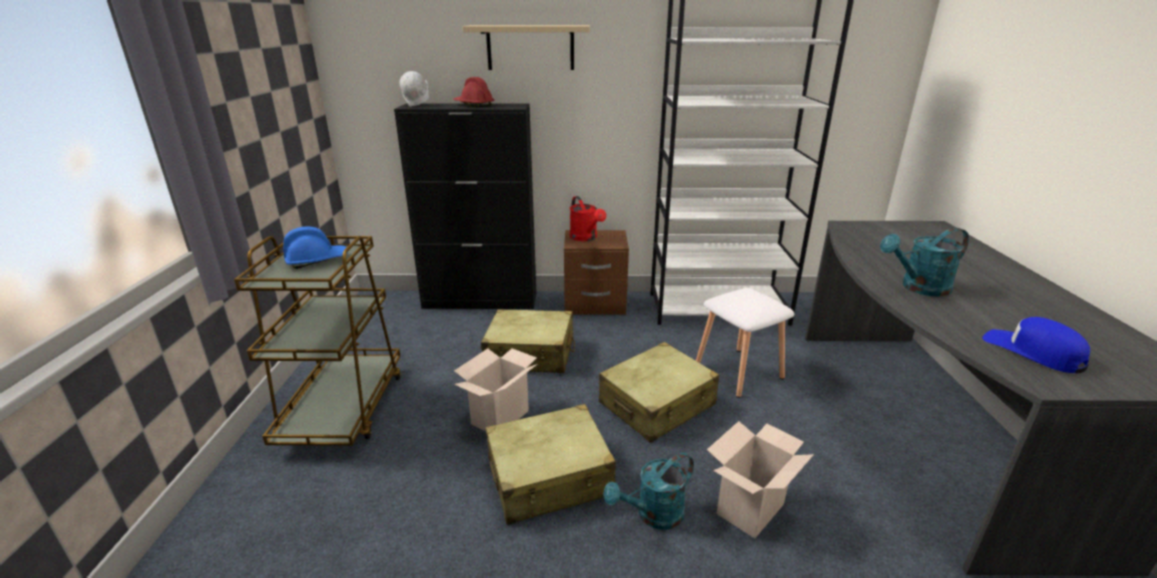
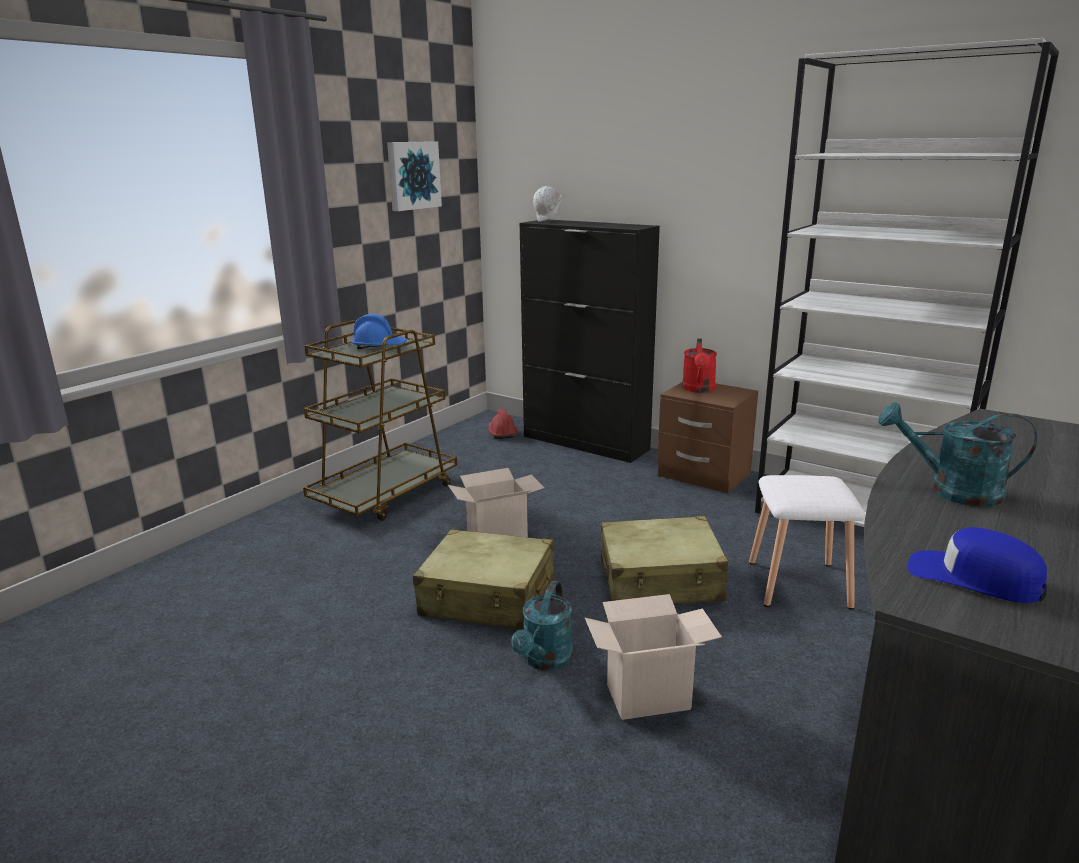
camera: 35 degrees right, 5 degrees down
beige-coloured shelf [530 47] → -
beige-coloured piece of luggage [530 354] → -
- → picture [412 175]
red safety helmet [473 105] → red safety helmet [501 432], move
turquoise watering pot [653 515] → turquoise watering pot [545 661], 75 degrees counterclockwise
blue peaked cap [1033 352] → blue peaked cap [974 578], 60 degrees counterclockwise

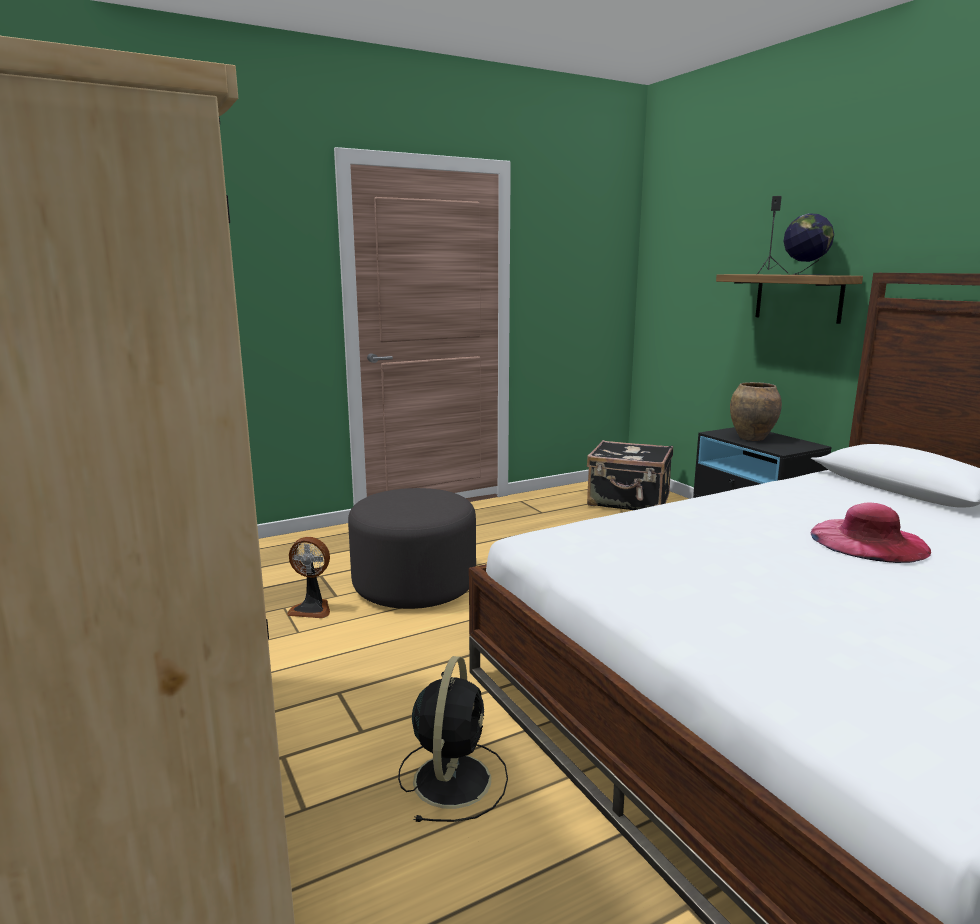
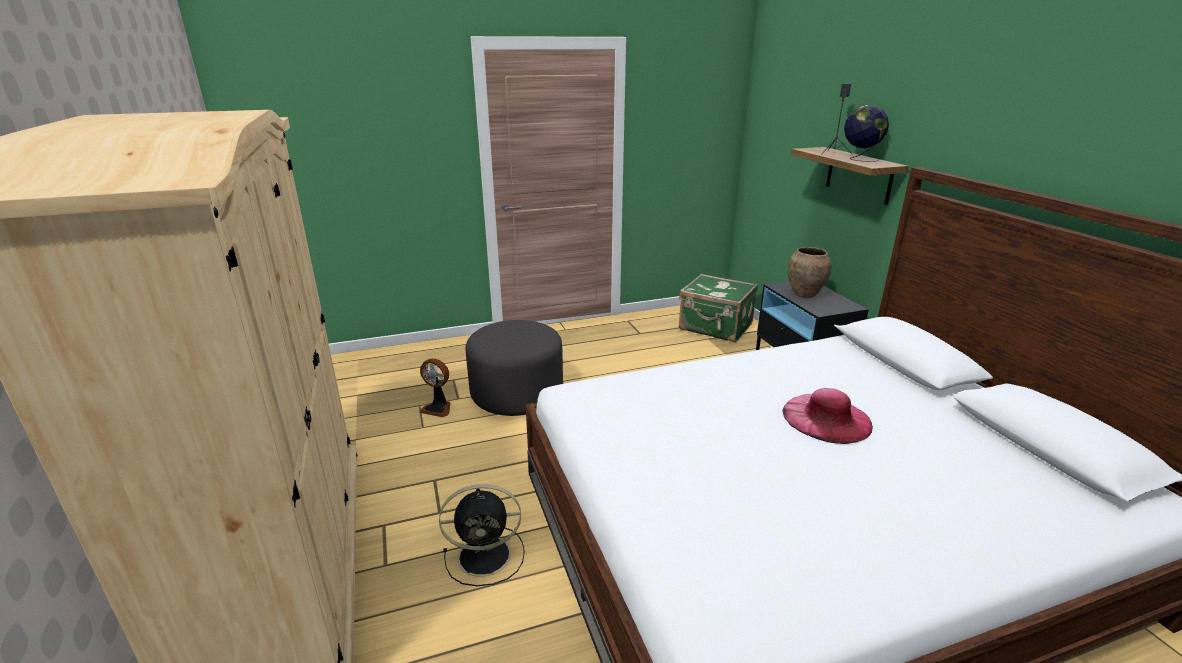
camera: 10 degrees right, 10 degrees up
black-coloured piece of luggage [629 501] → green piece of luggage [715 327]
black-coloured fan [453 778] → black-coloured fan [487 555], 60 degrees clockwise

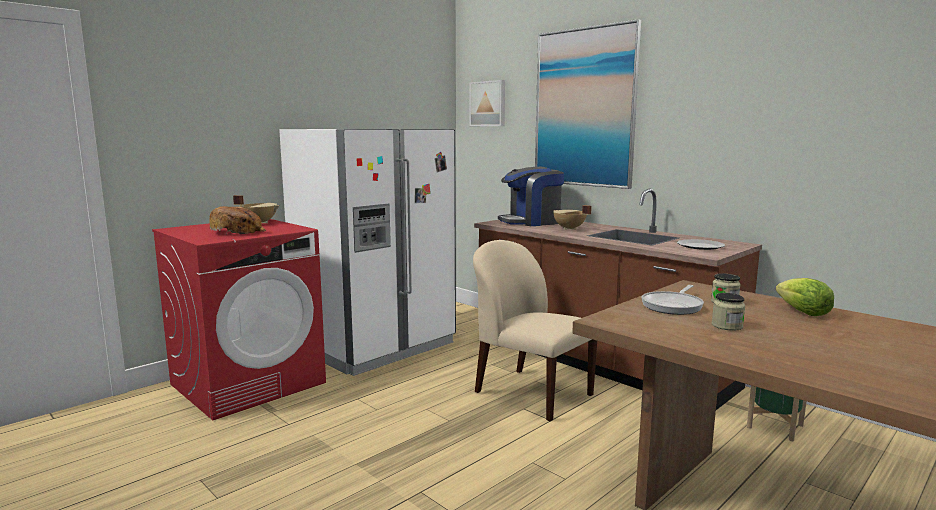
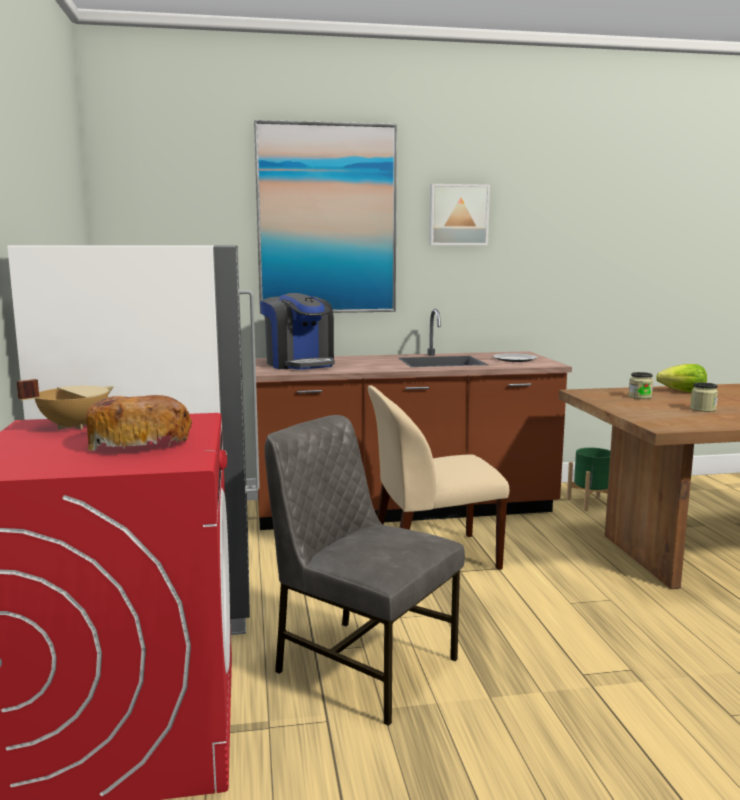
camera: 55 degrees left, 0 degrees up
beige-coloured cooking pot [569 229] → -
frying pan [673 306] → -
- → greyish chair [363 665]
picture [488 104] → picture [458 215], move
coffee machine [531 222] → coffee machine [300 364], 45 degrees counterclockwise

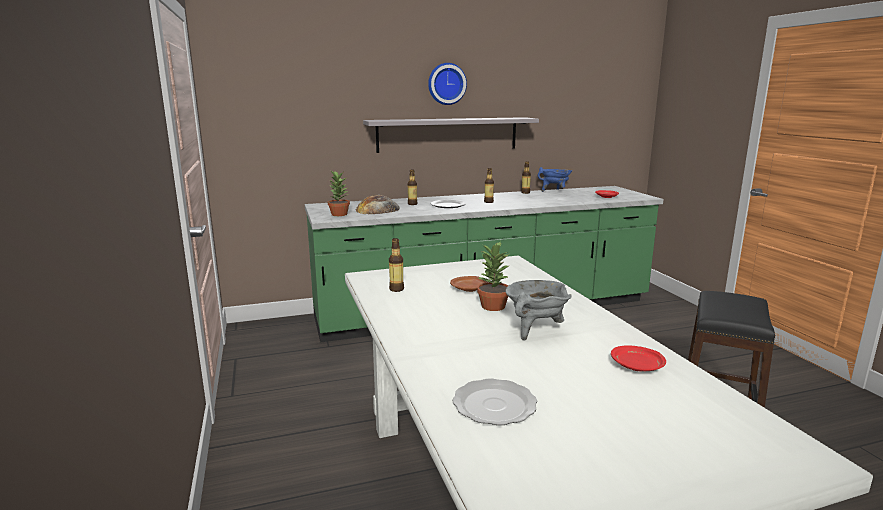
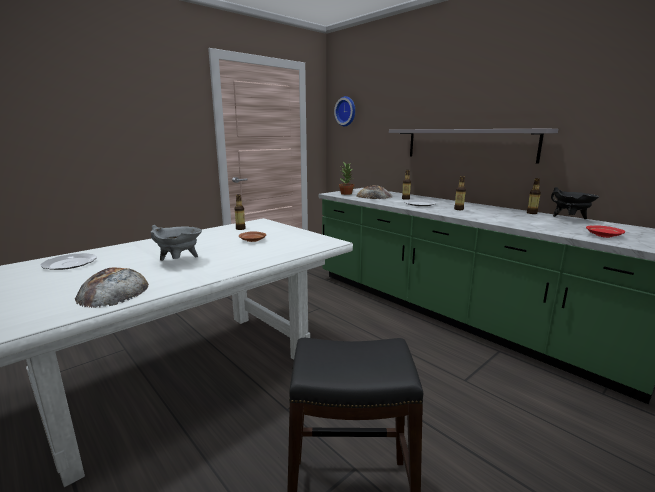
camera: 65 degrees right, 0 degrees up
potted plant [492 306] → -
wall clock [446 84] → wall clock [346 111], move
red dinner plate [637 367] → bakery bread [113 291]
blue cooking pot [554 191] → black-coloured cooking pot [570 219]

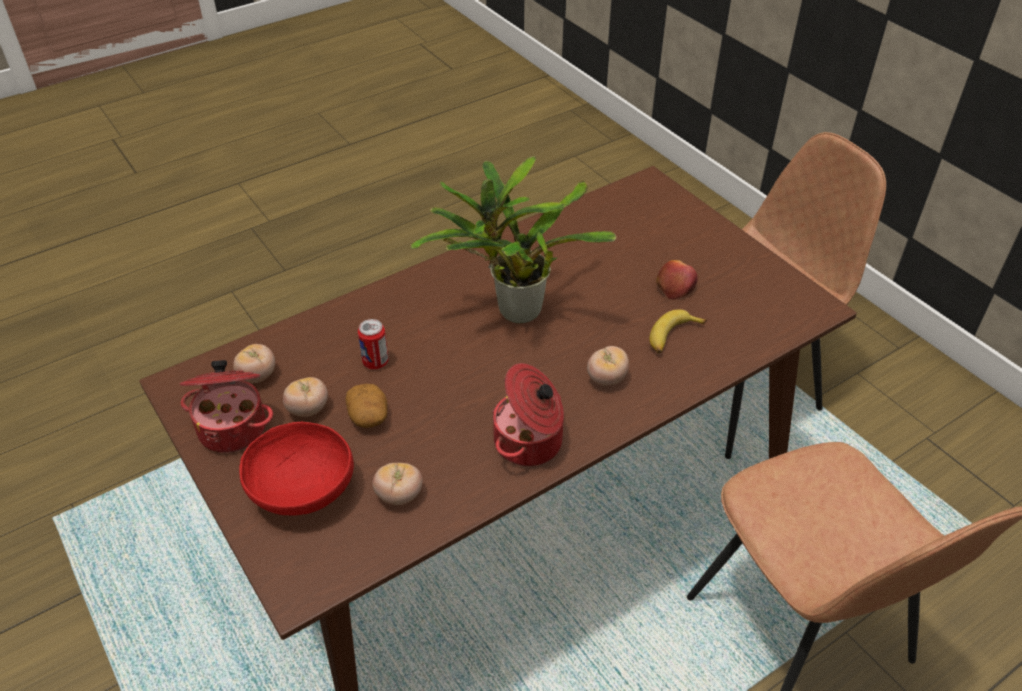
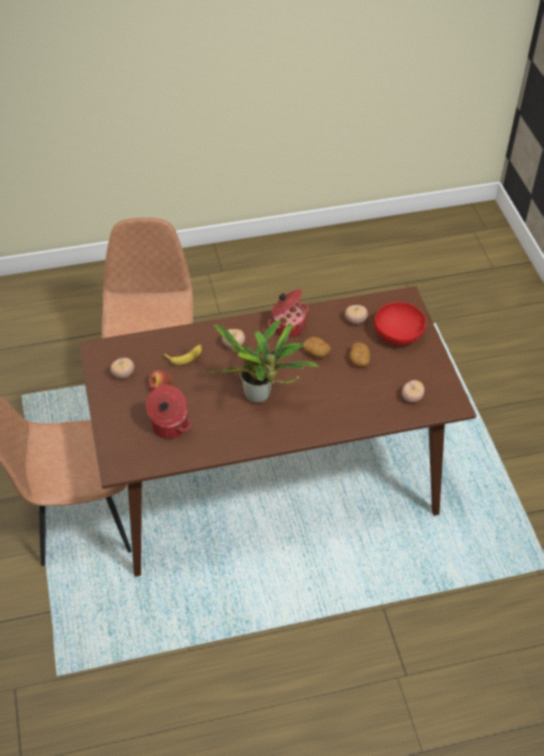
camera: 160 degrees left, 5 degrees up
sealed can [375 362] → -
- → spud [316 352]
cooking pot [234 427] → cooking pot [169 426], move
fresh tomato [308 409] → fresh tomato [123 374], move

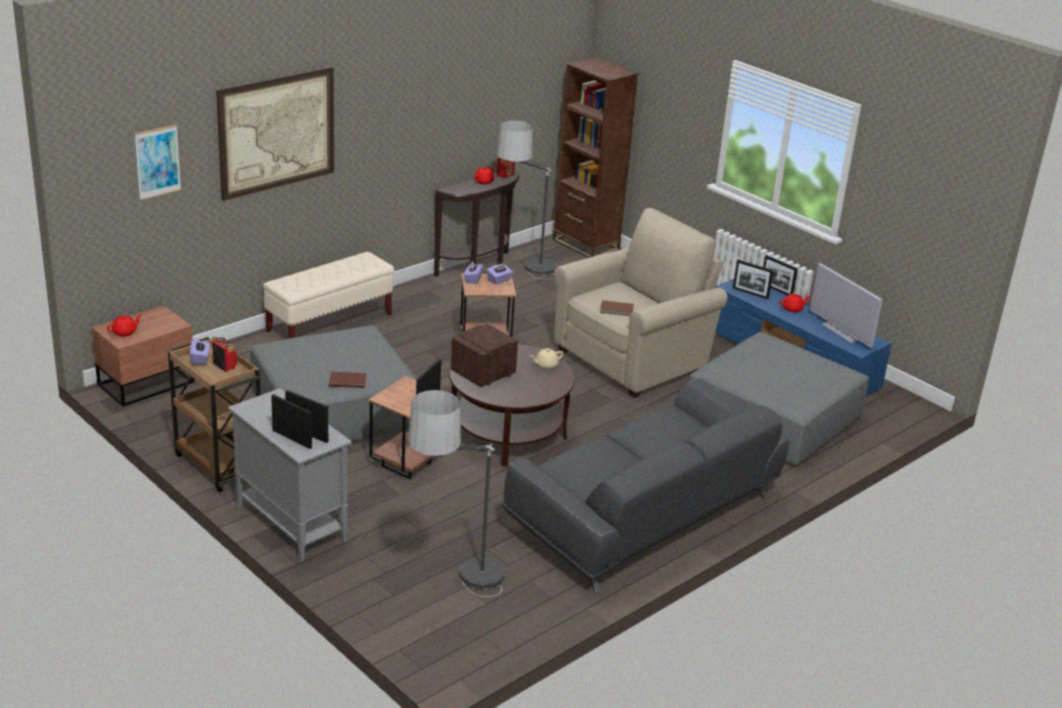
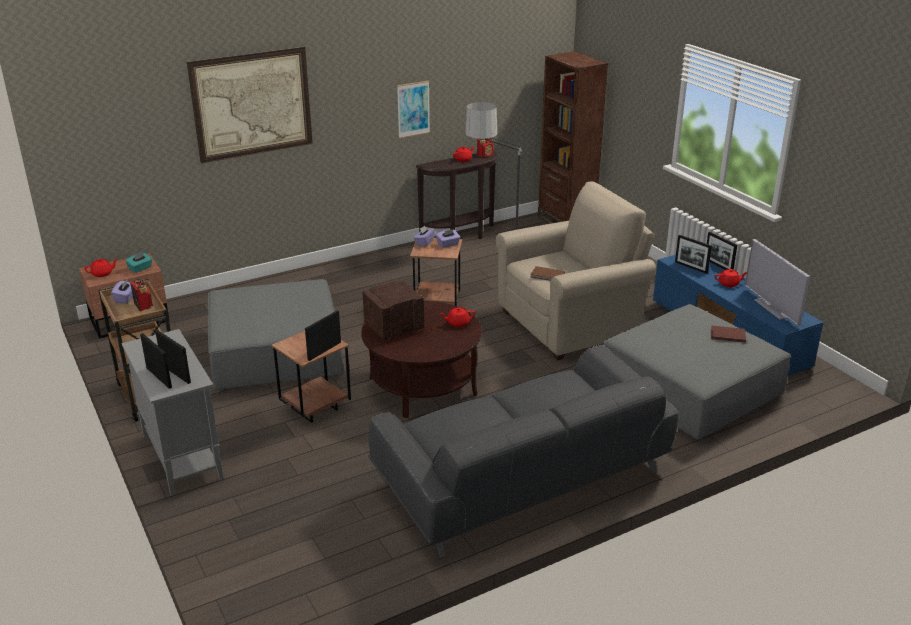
camera: 15 degrees right, 0 degrees up
beige-coloured long seat [330 323] → -
standard lamp [457 593] → -
- → turquoise tissue box [140 268]
picture [157 162] → picture [413 109], move
brown-coloured book [347 381] → brown-coloured book [727 335], move
beige-coloured tea pot [546 365] → red tea pot [457 323]

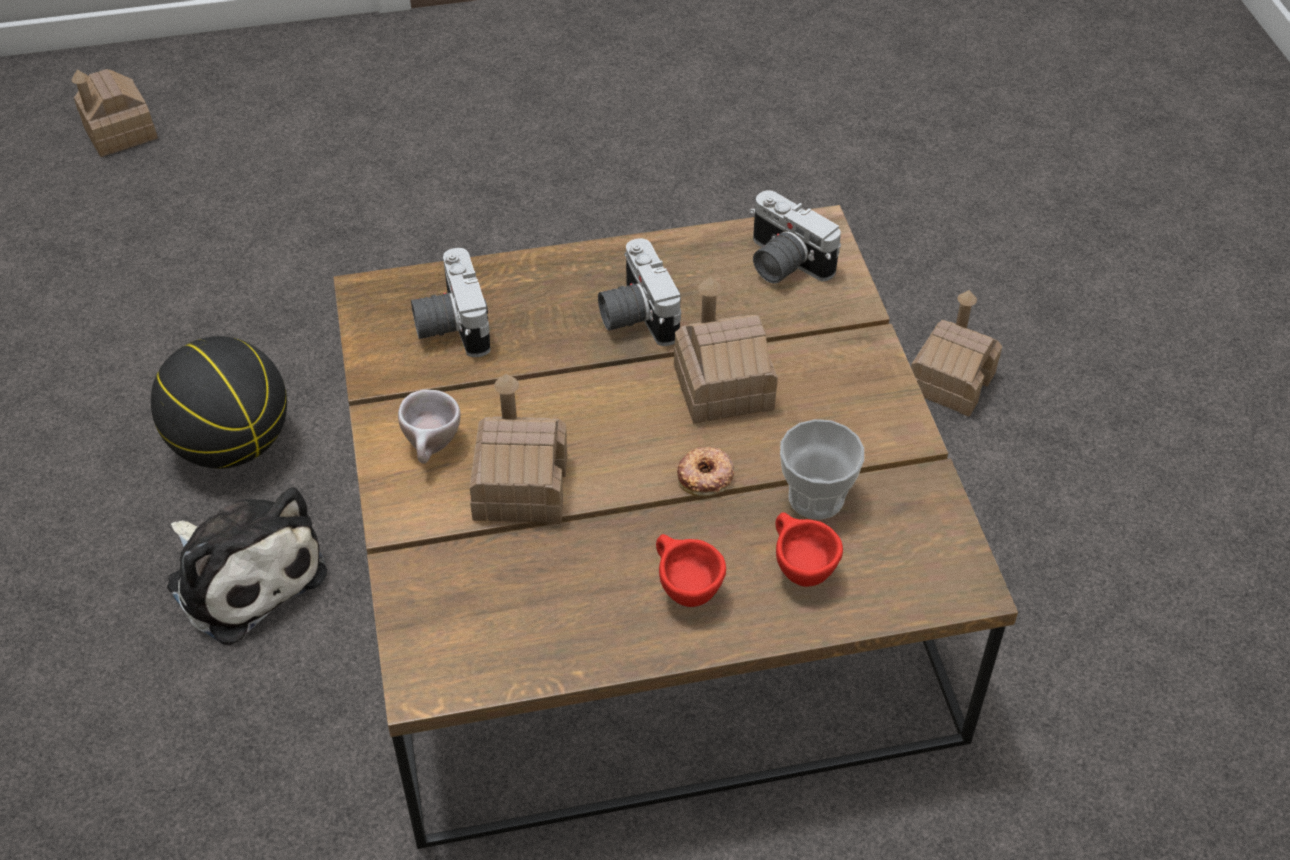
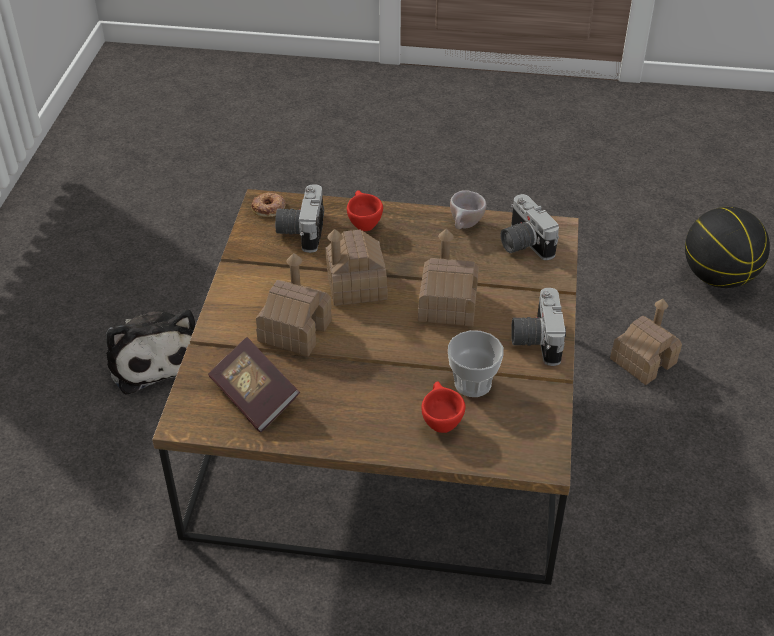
camera: 20 degrees right, 5 degrees down
- → book [255 397]
toy house [120 132] → toy house [356 285], move
basketball ball [231 445] → basketball ball [718 278], move
beige-coloured small cup [432 450] → beige-coloured small cup [465 227], move
still camera [634 315] → still camera [535 339], move
red small cup [683 590] → red small cup [362 224], move
ring doughnut [706 476] → ring doughnut [269 208], move

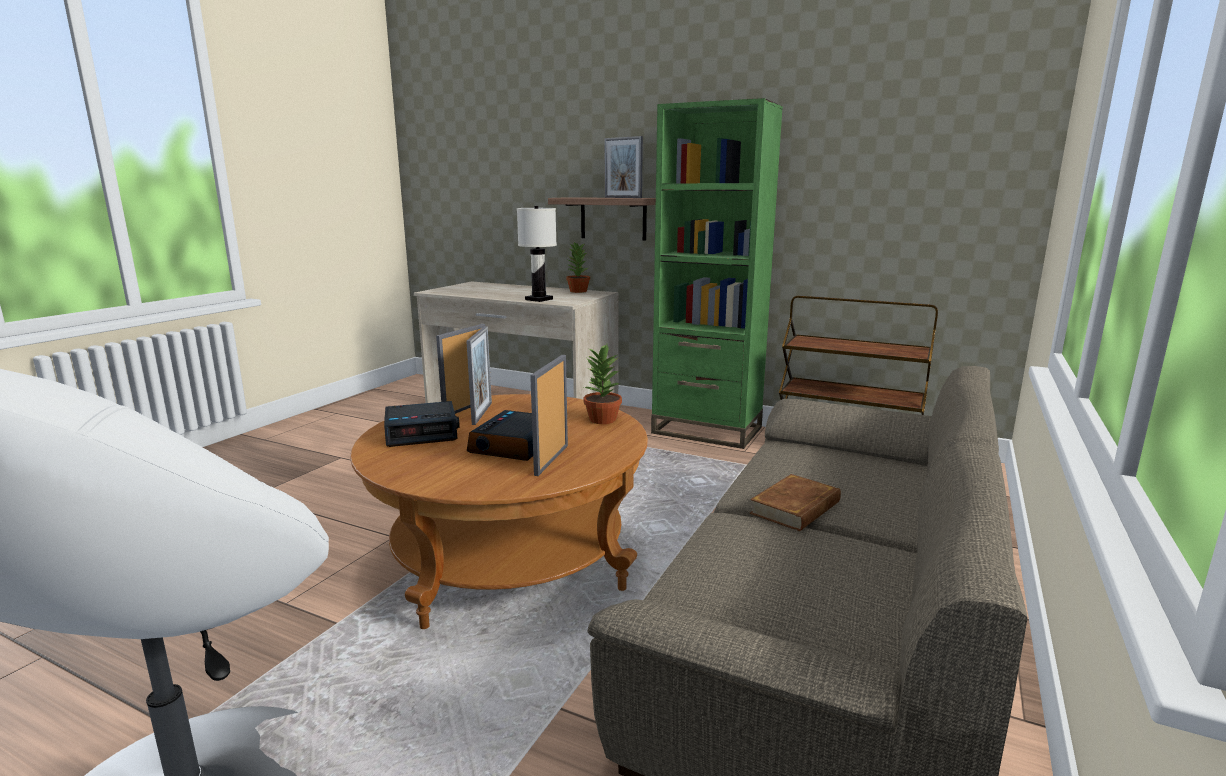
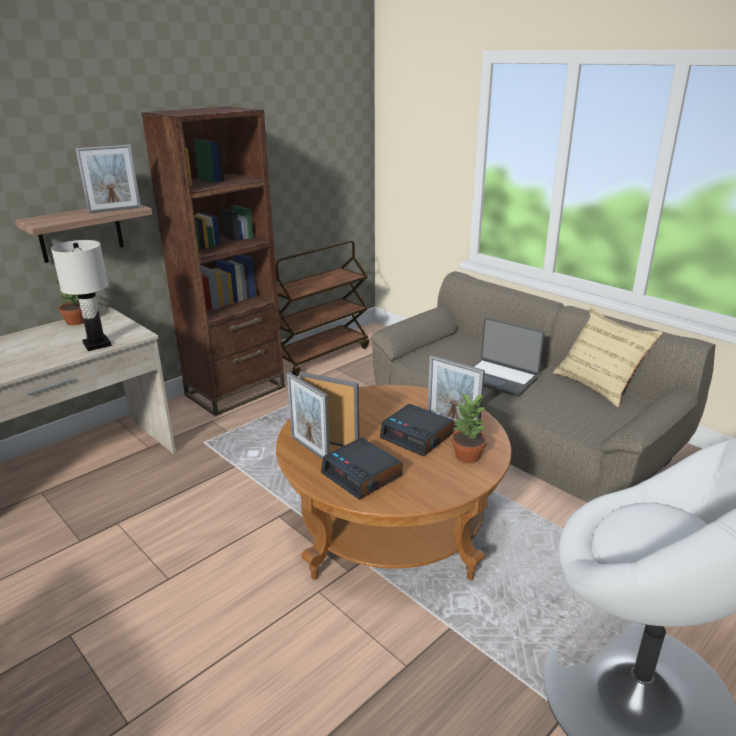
camera: 70 degrees left, 10 degrees up
- → beige-coloured cushion [598 384]
potted plant [602 420] → potted plant [468 456], move
brown-coloured book [796 508] → laptop [499 378]
green bookshelf [706 430] → brown-coloured bookshelf [235 391]
alarm clock [422 432] → alarm clock [363 475], 135 degrees clockwise

